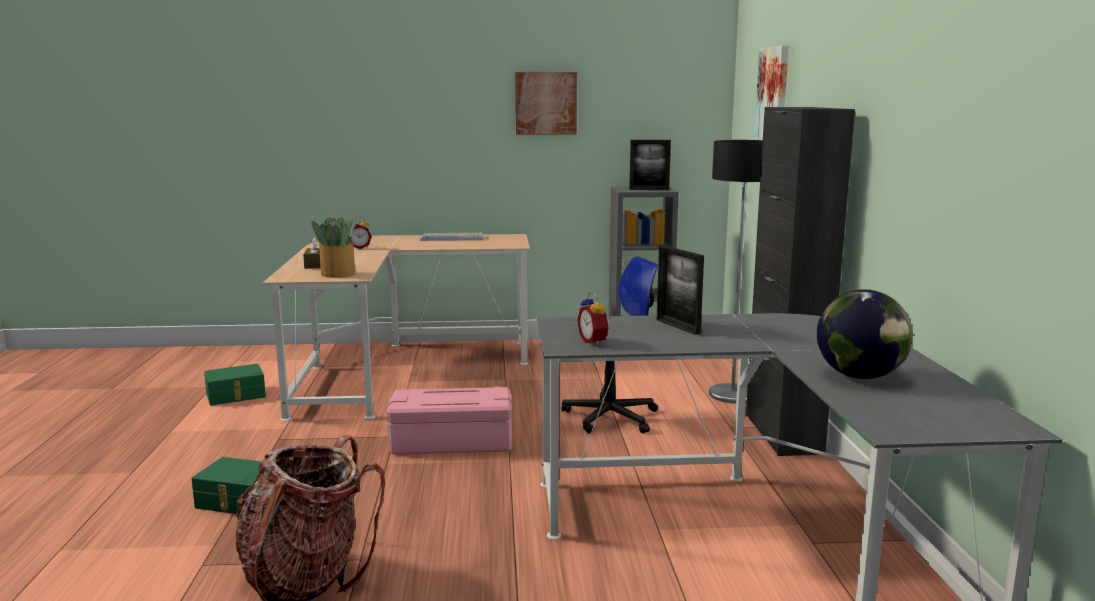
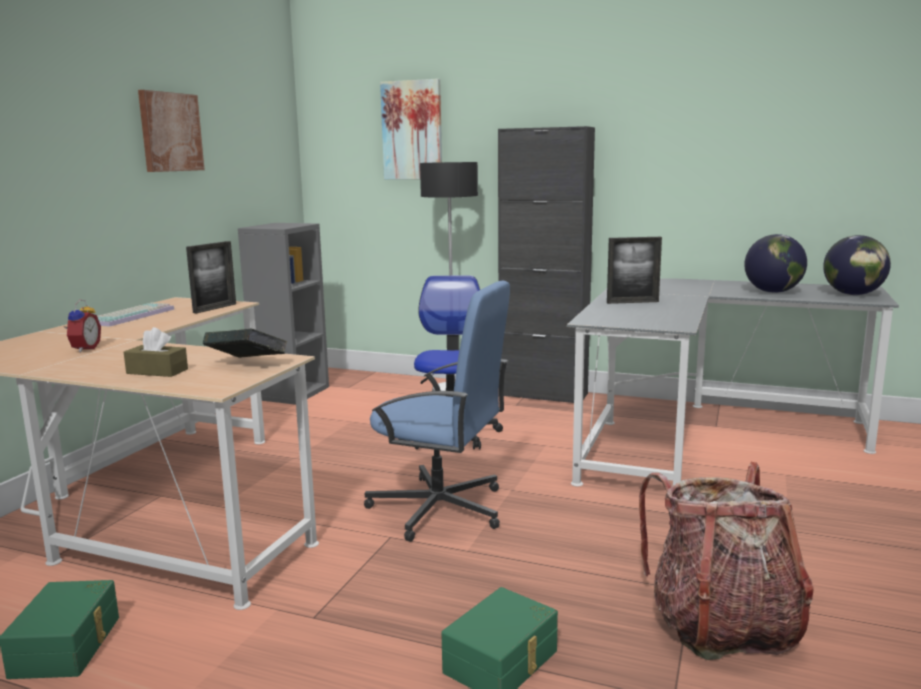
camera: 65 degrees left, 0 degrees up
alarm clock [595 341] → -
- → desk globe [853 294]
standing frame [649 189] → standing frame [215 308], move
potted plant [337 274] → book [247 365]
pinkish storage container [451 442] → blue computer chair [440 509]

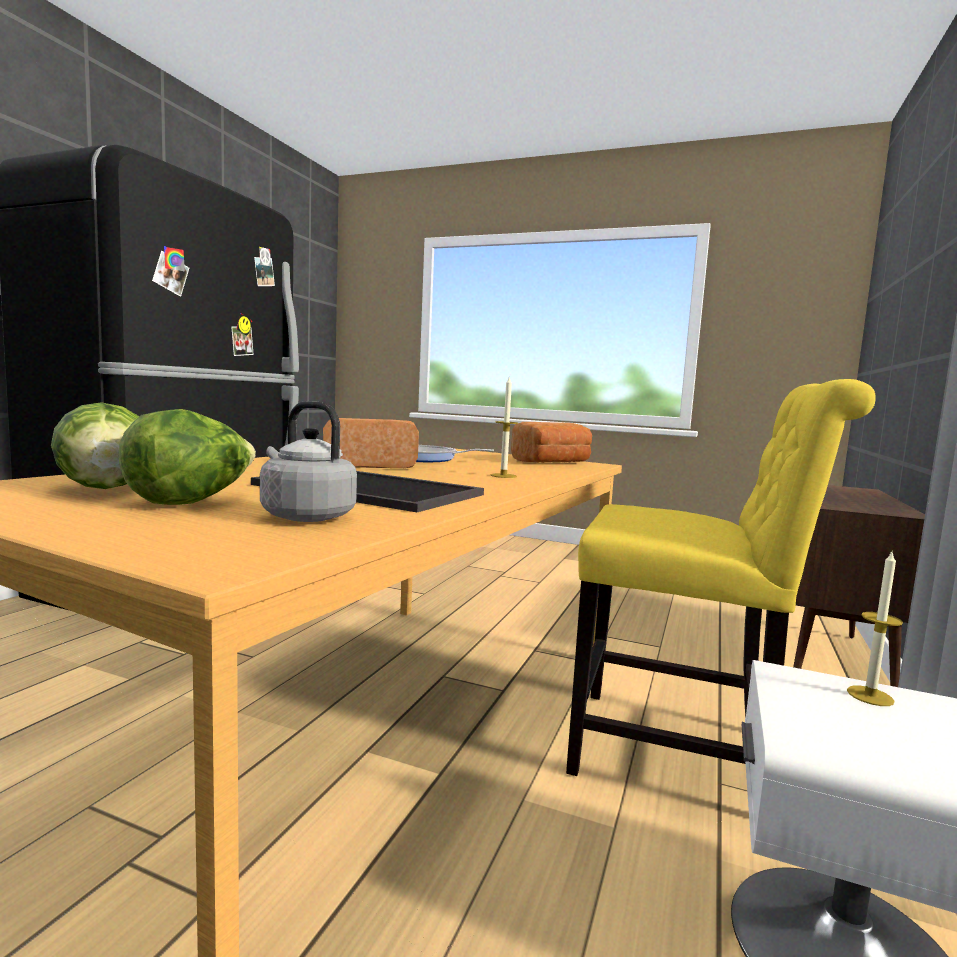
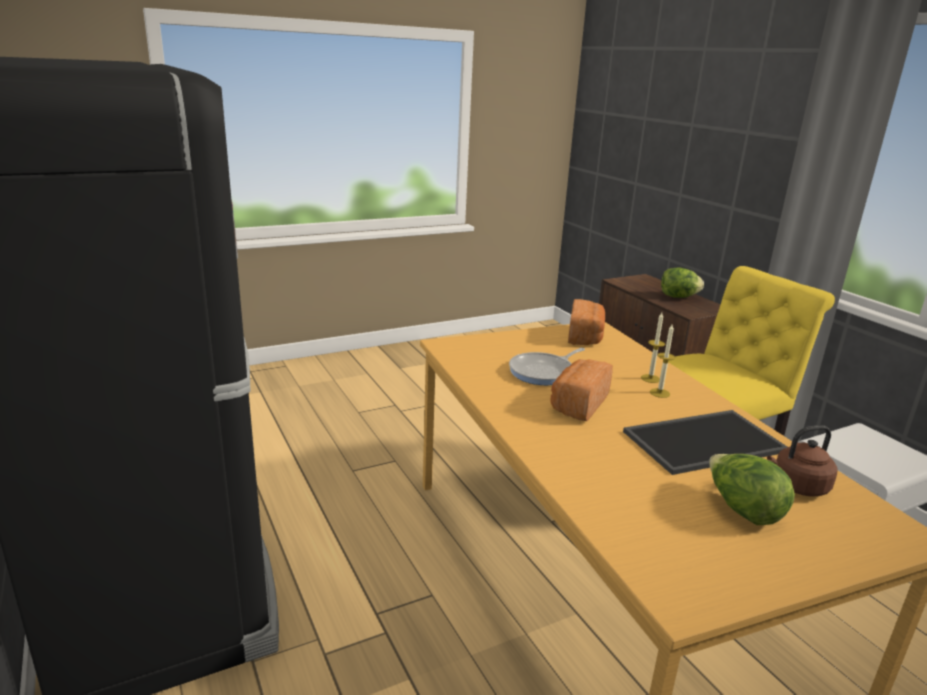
camera: 50 degrees left, 15 degrees up
head of lettuce [106 489] → head of lettuce [678 297], move
wax candle [870 696] → wax candle [659 393], move
greyish tea kettle [305 516] → brown-coloured tea kettle [797 486]

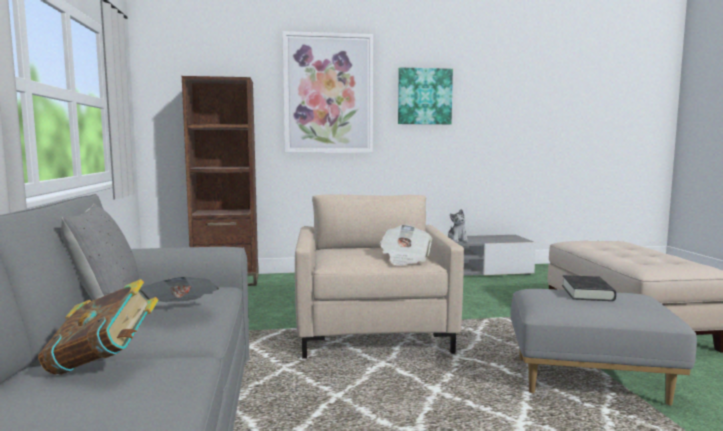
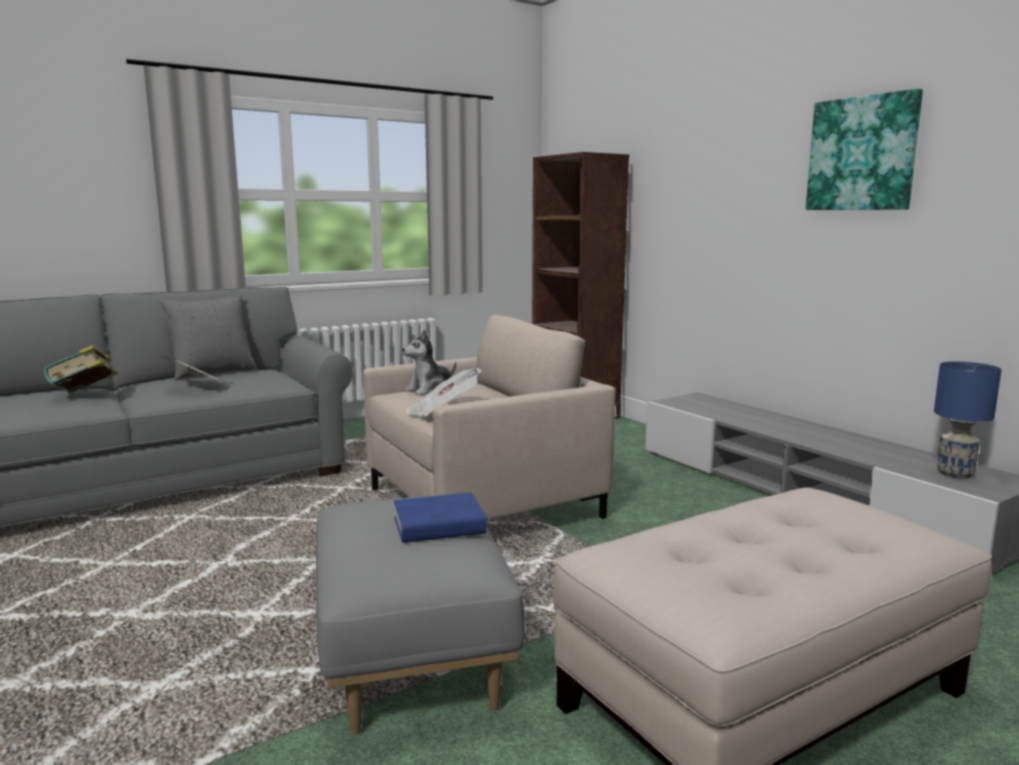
camera: 65 degrees right, 5 degrees up
picture [328 94] → -
- → blue tabletop lamp [954 474]
plush toy [457 240] → plush toy [429 390], move
black-coloured book [587 293] → blue book [439 526]

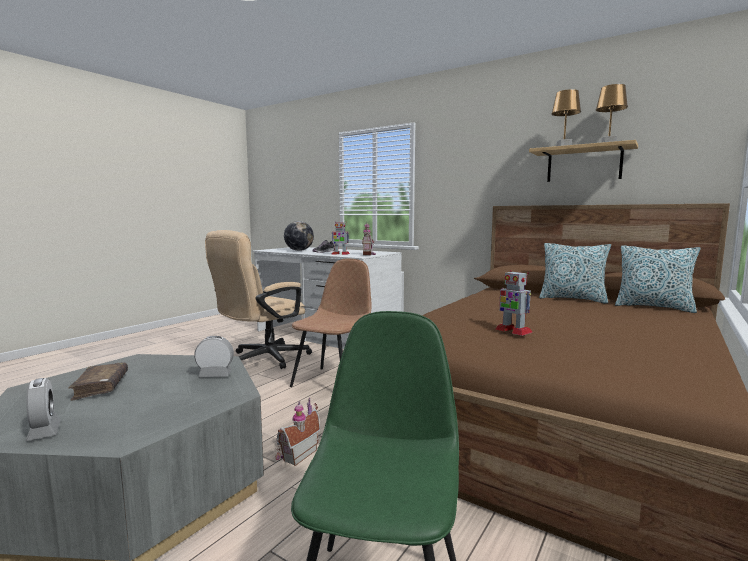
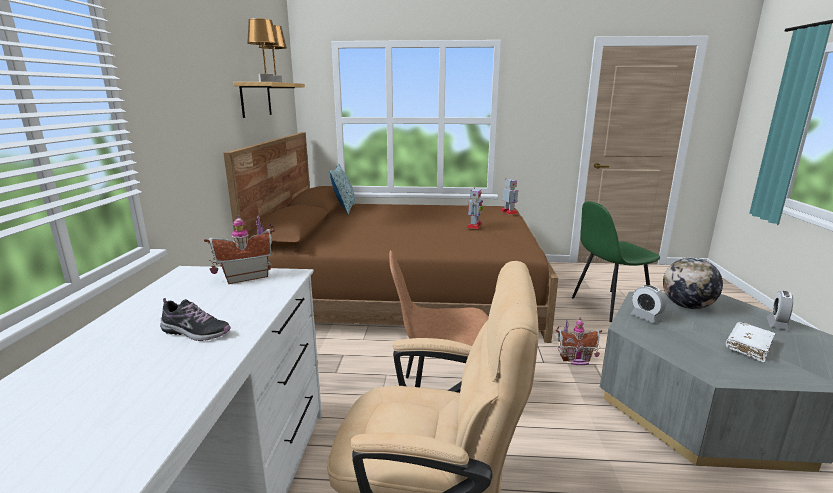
camera: 120 degrees left, 10 degrees up
cushion [572 299] → -
desk globe [299 250] → desk globe [687 306], move
model robot [340 254] → model robot [509 212], move
brown-coloured book [101 387] → white-coloured book [748 347]

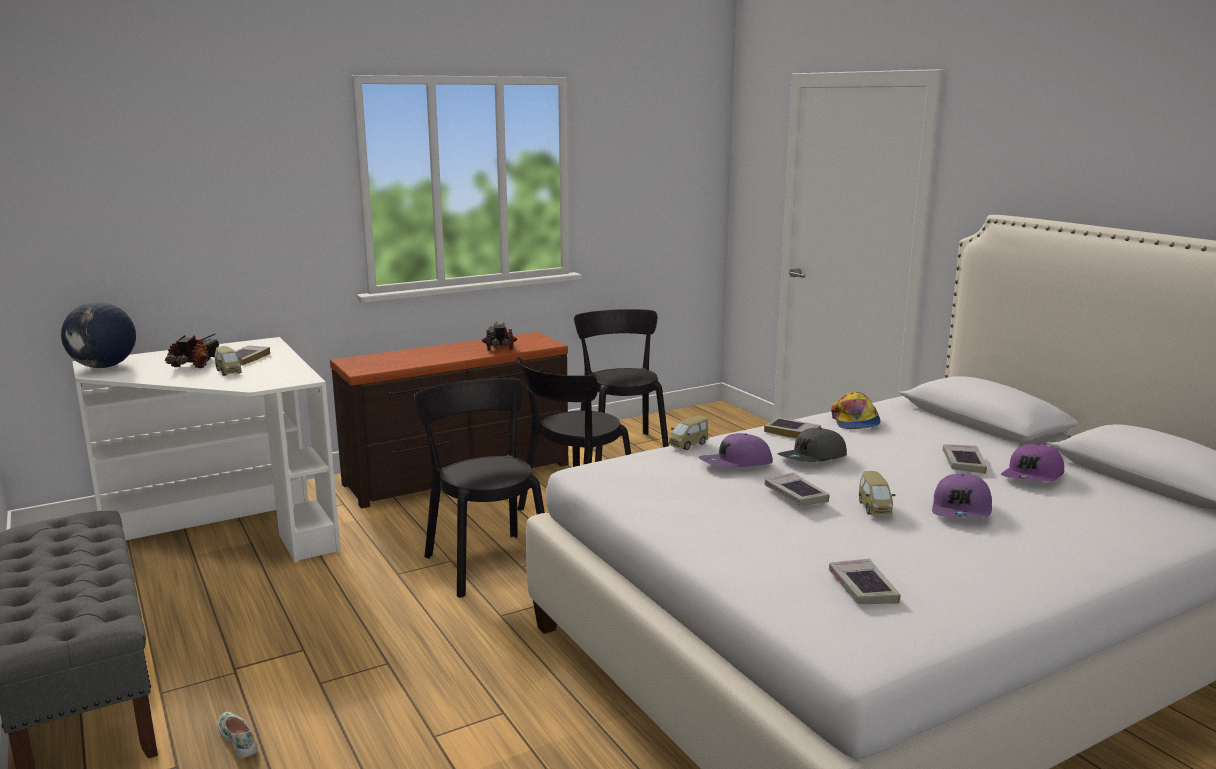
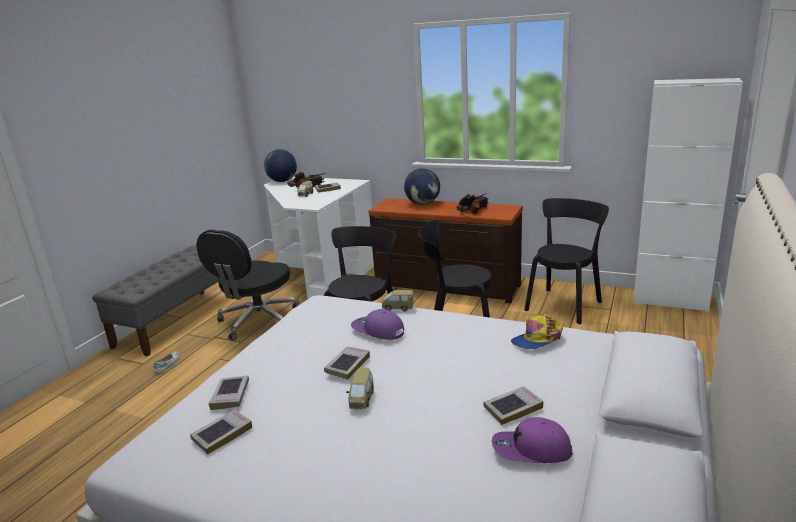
camera: 55 degrees right, 5 degrees up
greyish peaked cap [813 458] → -
purple peaked cap [962 510] → -
- → black-coloured computer chair [258 321]
- → desk globe [423 203]
- → white-coloured cabinet [670 301]
book [792 432] → book [230 395], move
toy car [875 508] → toy car [361 399], 45 degrees counterclockwise

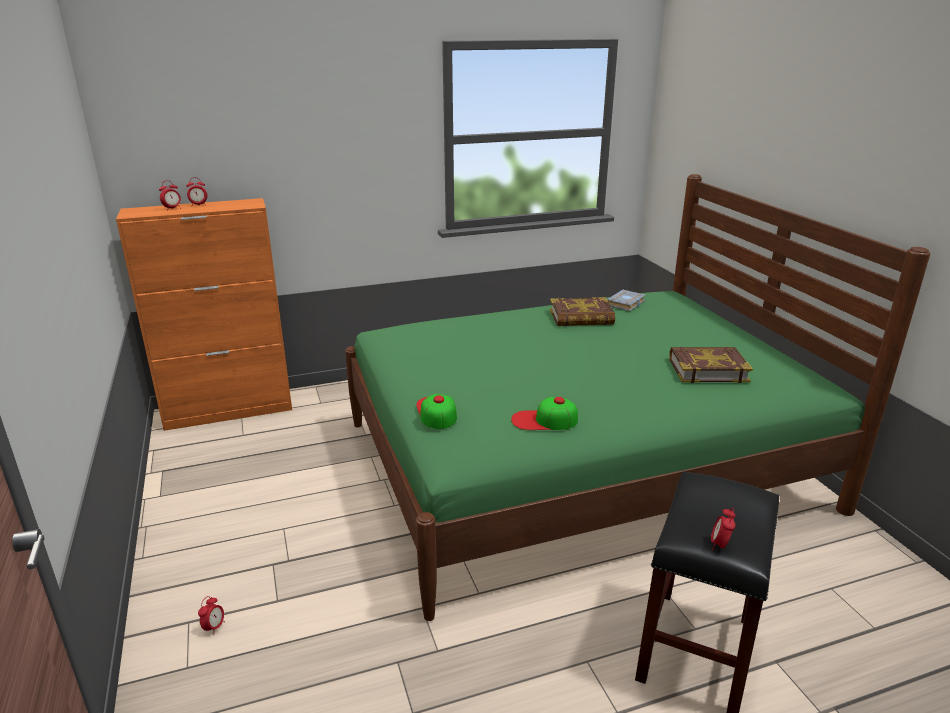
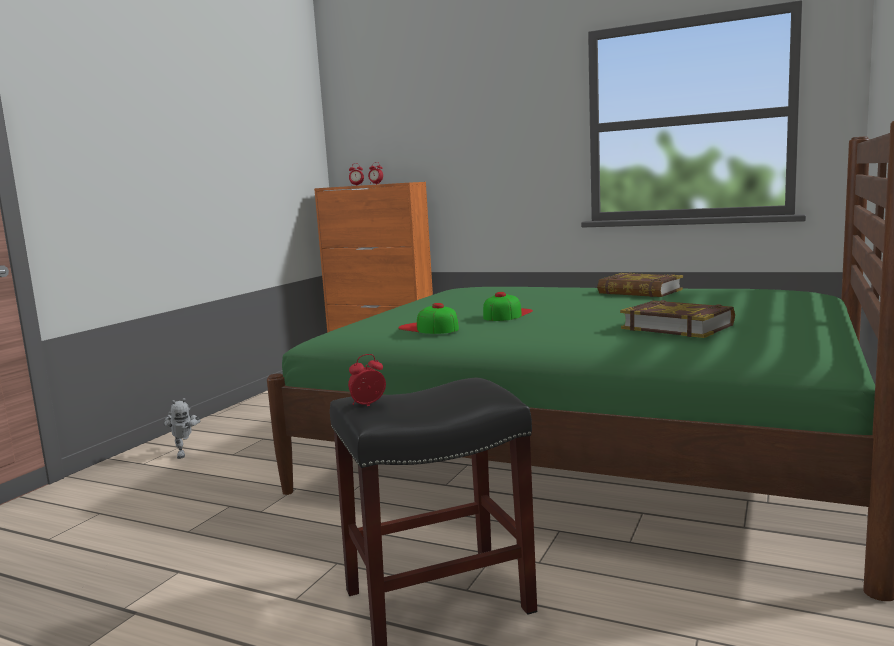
camera: 45 degrees right, 15 degrees down
greyish book [626 304] → -
peaked cap [436 412] → peaked cap [507 314], move
alarm clock [214 627] → model robot [184 453]

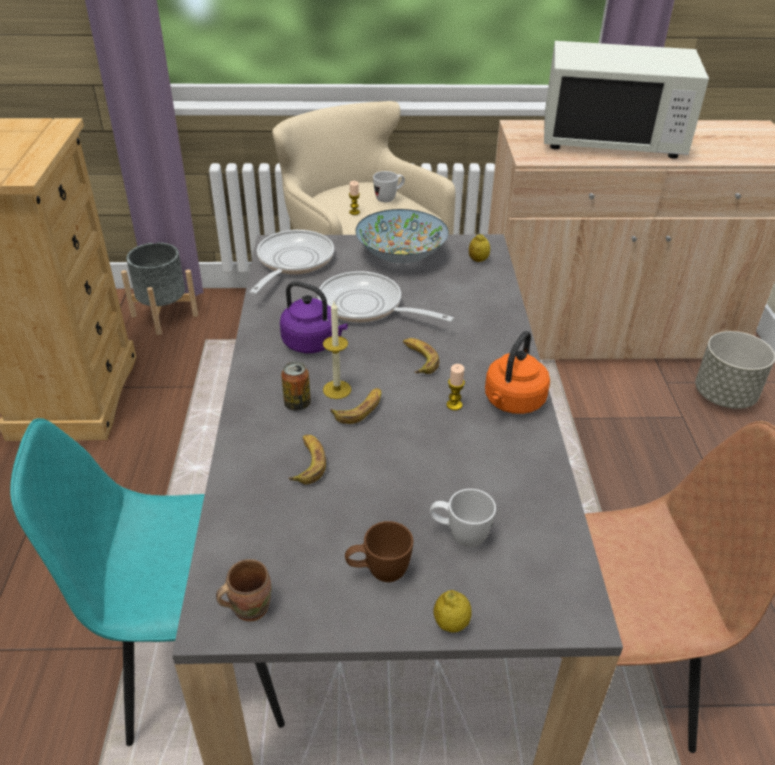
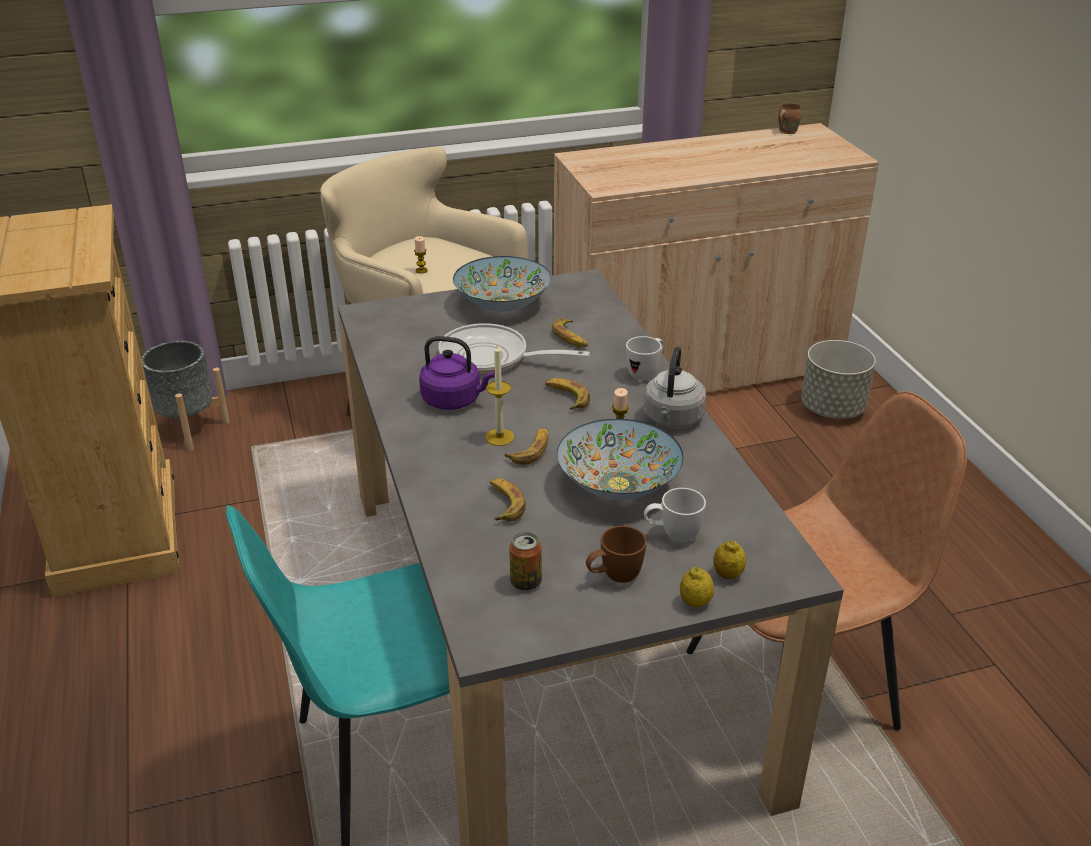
camera: 15 degrees left, 5 degrees down
frying pan [292 262] → -
white-coloured microwave [612 139] → -
- → banana fruit [571 338]
- → deep dish [618 484]
brown-coloured coffee mug [248 606] → brown-coloured coffee mug [786 131], move
sealed can [297 404] → sealed can [526 582], move
white-coloured coffee mug [389 198] → white-coloured coffee mug [646 373], move
lemon [478 260] → lemon [728 574], move
orange-coloured tea kettle [512 402] → greyish tea kettle [672 420]

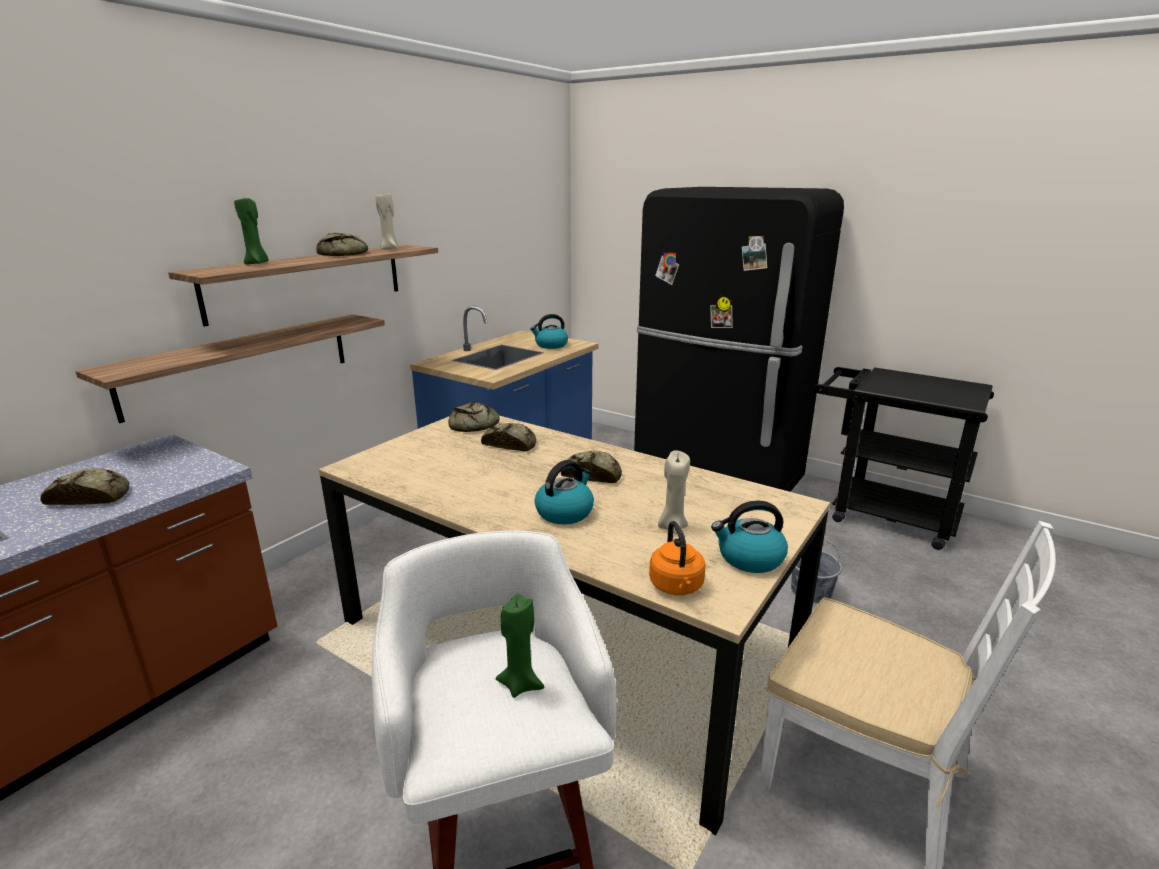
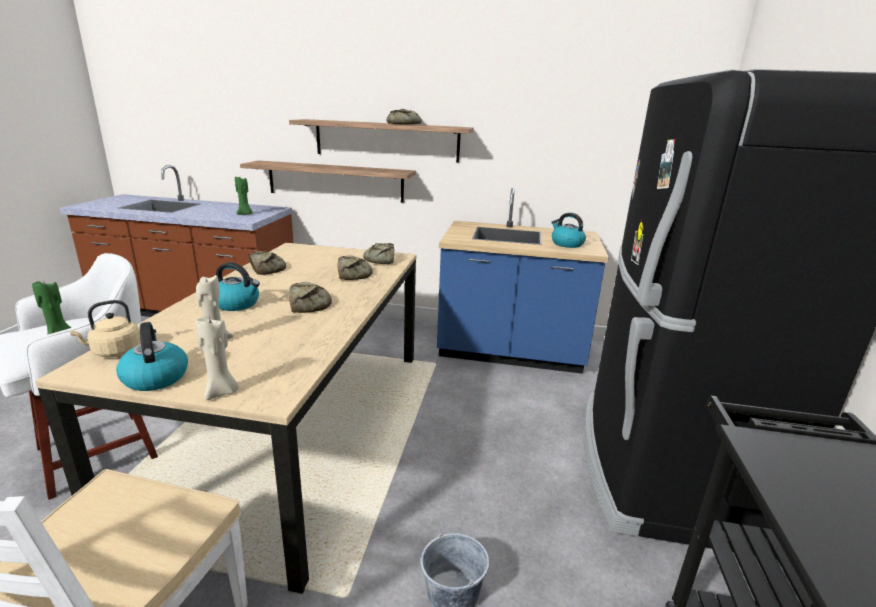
camera: 65 degrees right, 0 degrees up
bakery bread [91 496] → bakery bread [266 268], move
green wax candle [257 263] → green wax candle [245 214], move
beige-coloured wax candle [390 249] → beige-coloured wax candle [221 392], move
orange-coloured tea kettle [677 587] → beige-coloured tea kettle [114 352]

